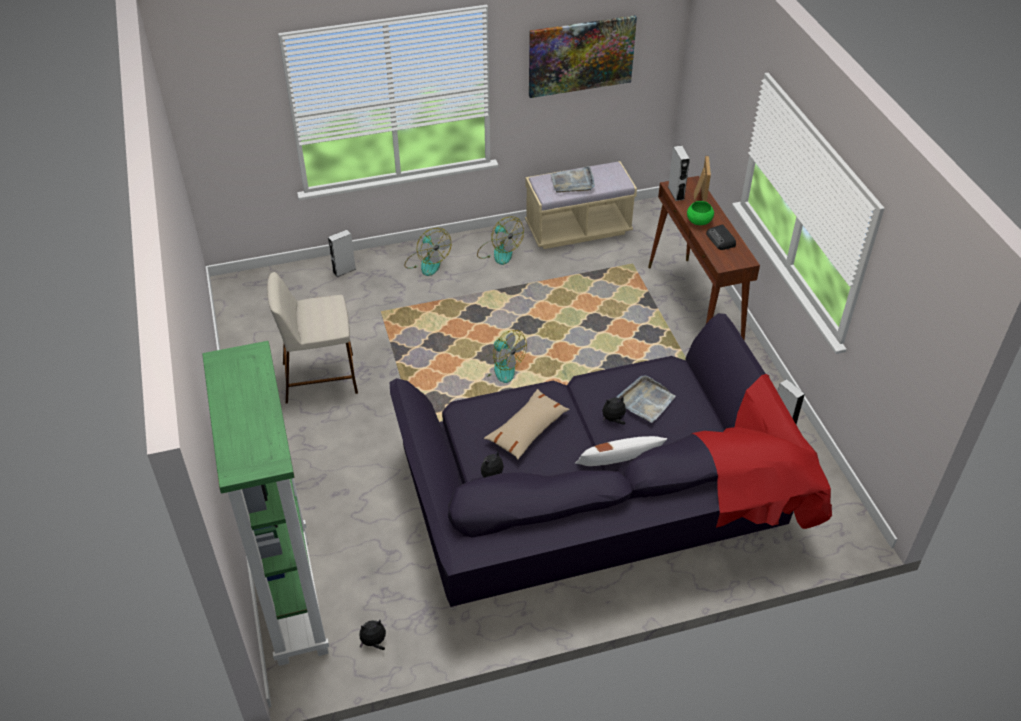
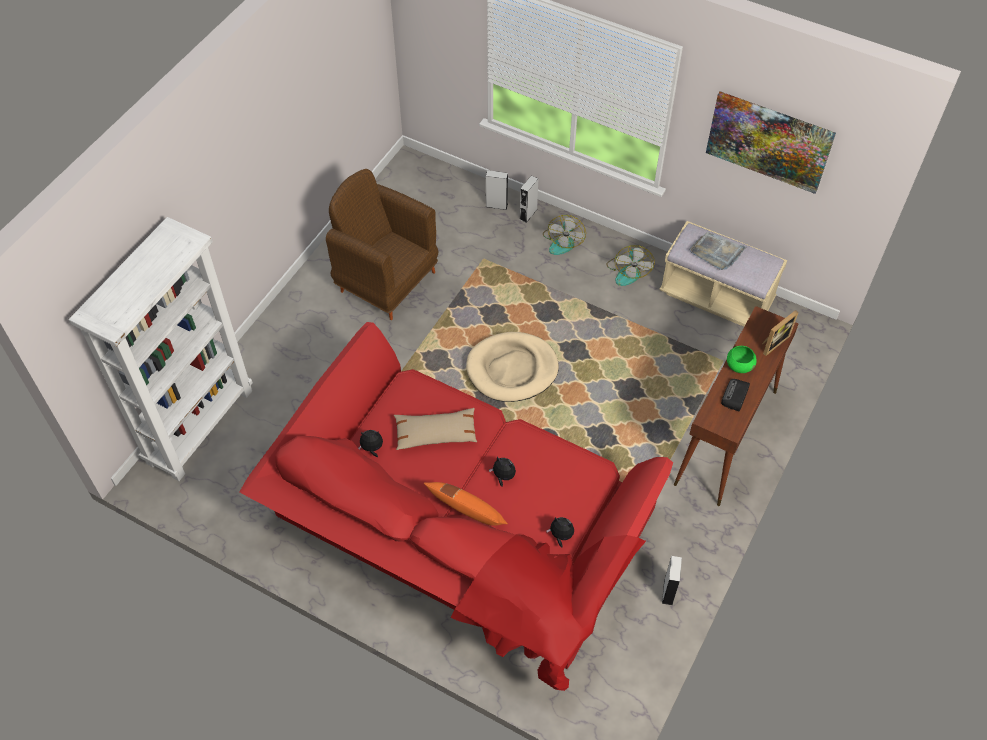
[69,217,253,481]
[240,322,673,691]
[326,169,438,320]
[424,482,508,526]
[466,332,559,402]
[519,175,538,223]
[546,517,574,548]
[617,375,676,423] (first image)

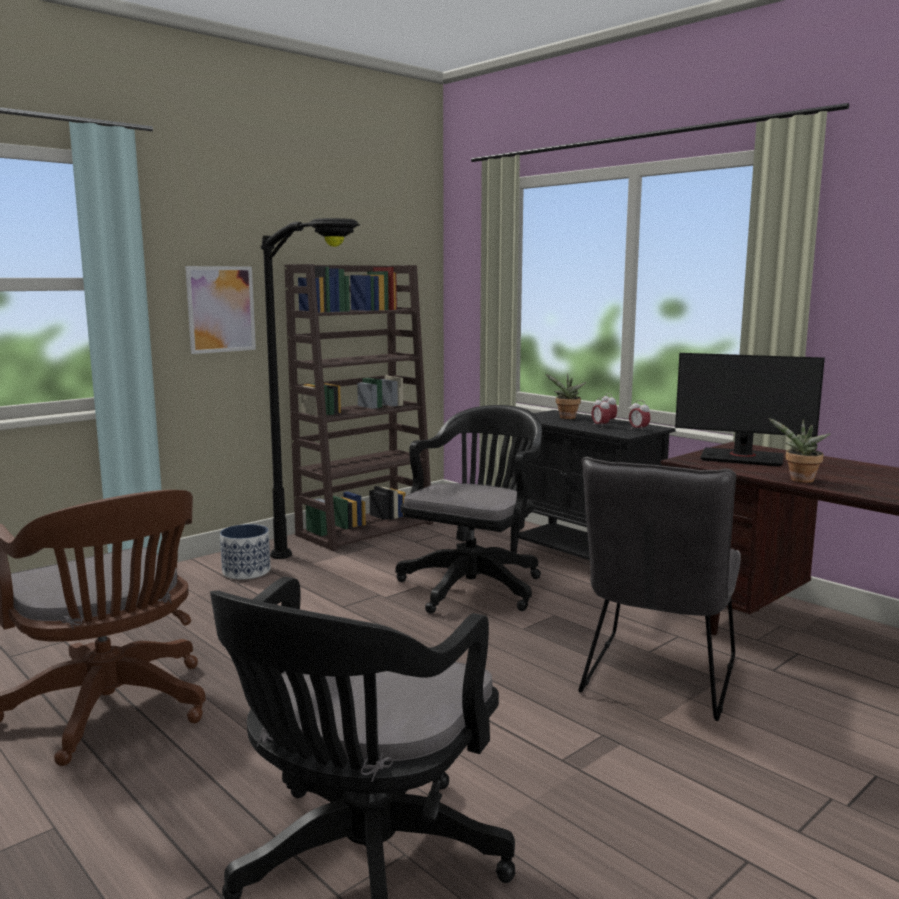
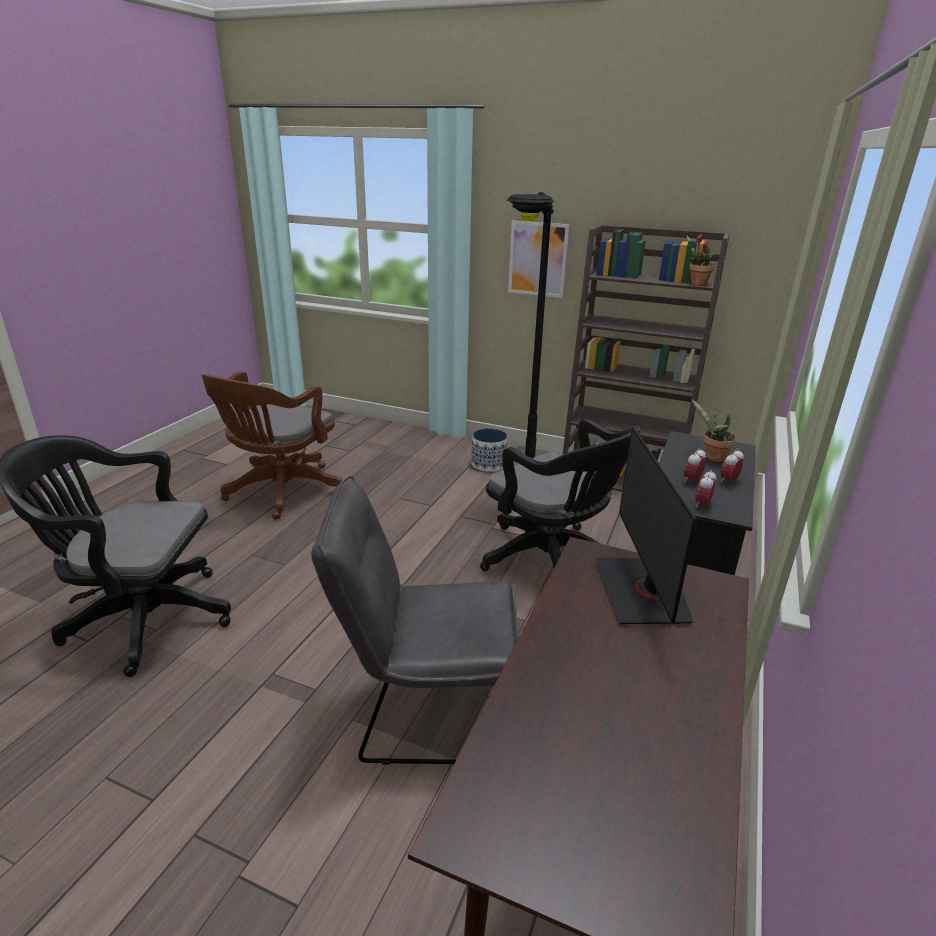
[480,419,641,571]
[686,235,715,286]

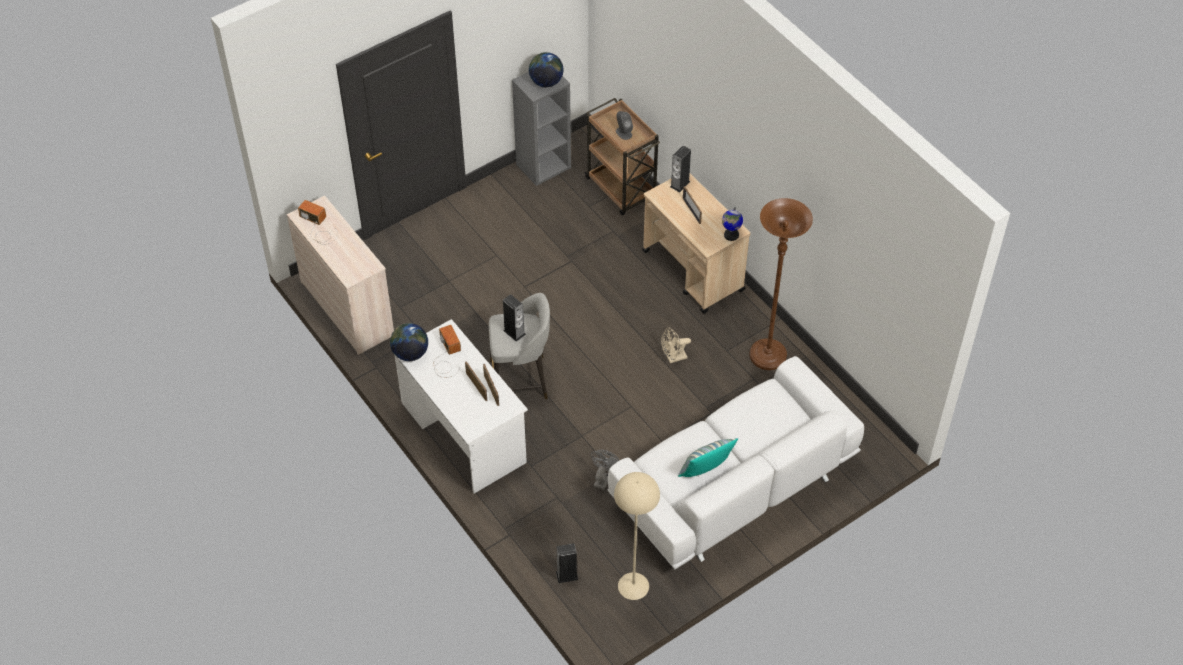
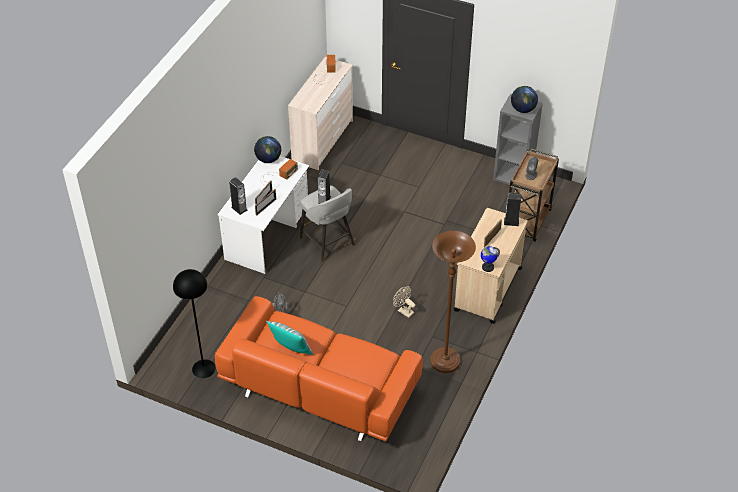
[173,269,216,378]
[215,296,423,441]
[229,177,248,215]

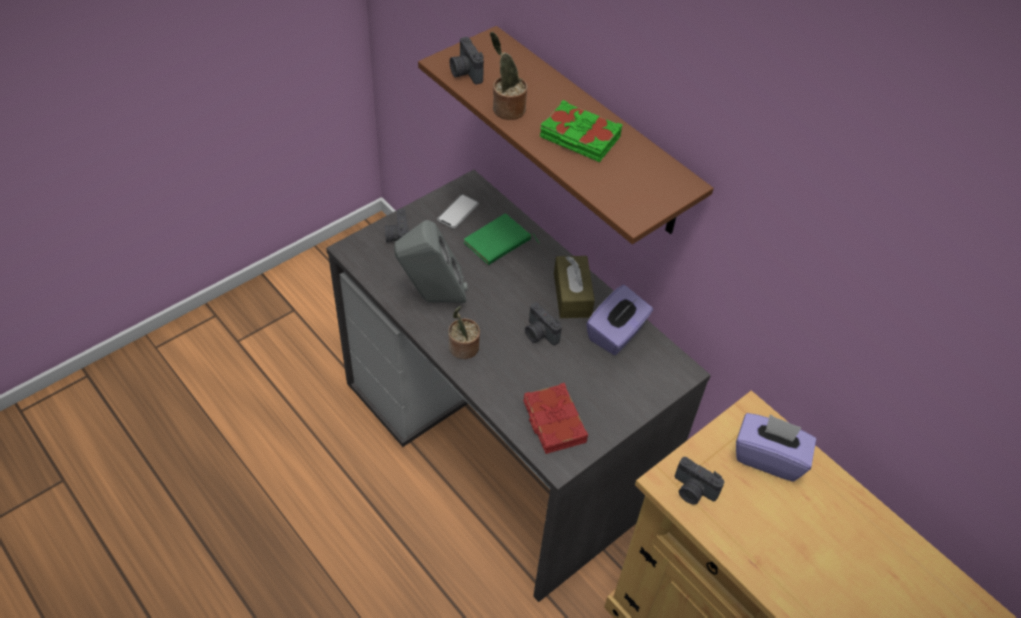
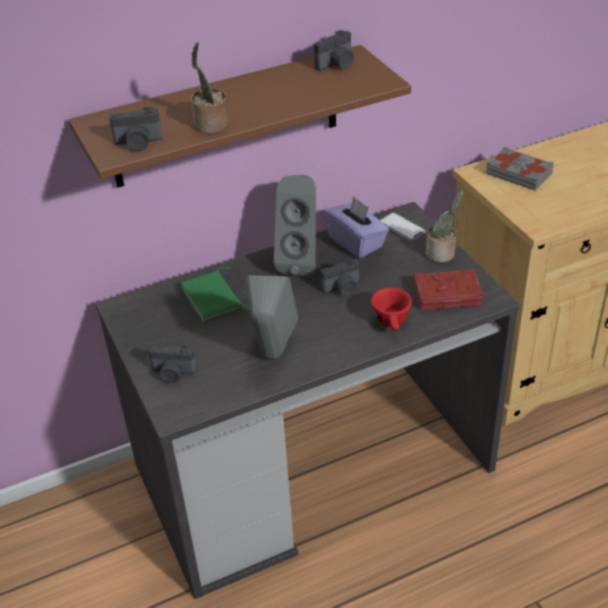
[274,175,316,276]
[314,30,354,71]
[371,288,412,331]
[380,212,426,240]
[426,190,463,262]
[486,146,554,191]
[540,100,622,162] (first image)

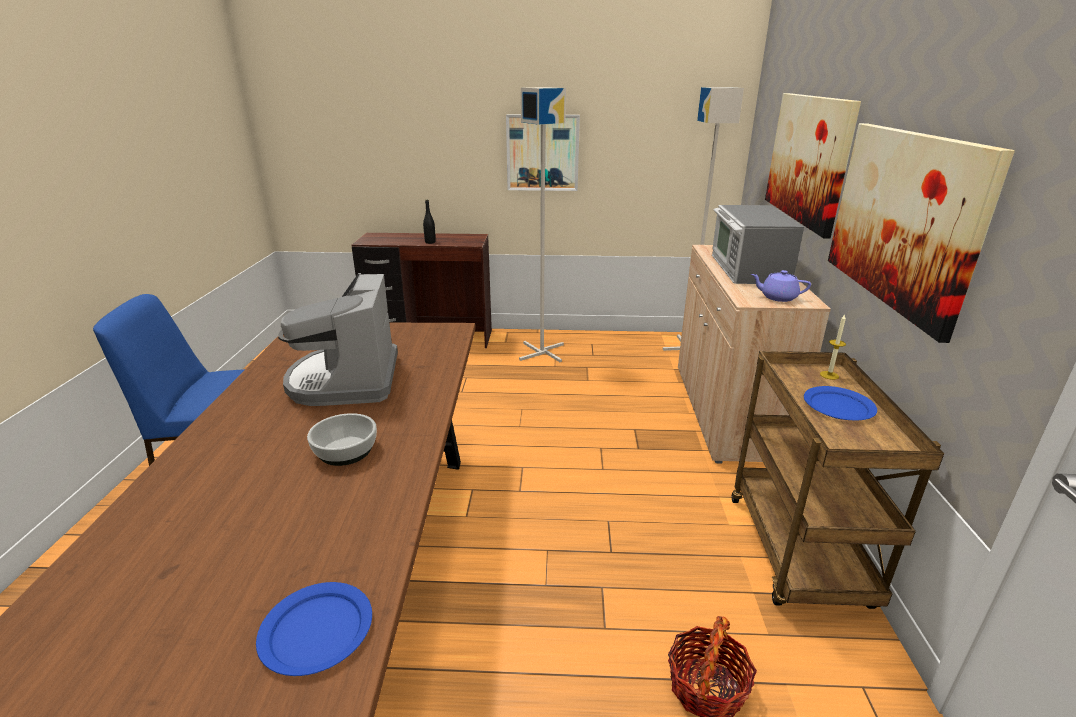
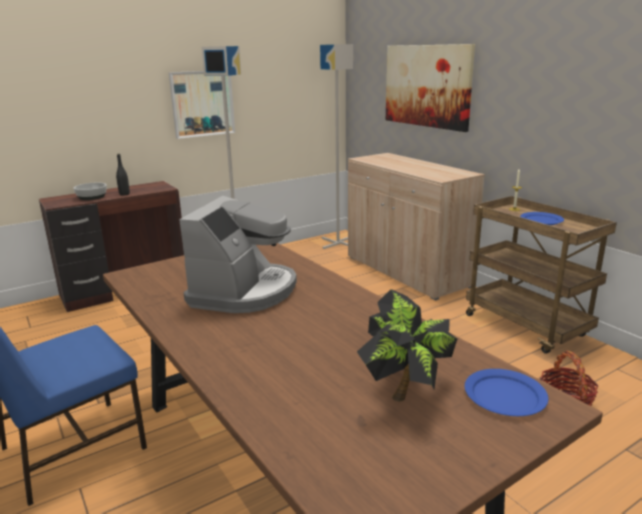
[73,183,107,200]
[179,196,297,313]
[357,289,457,402]
[712,205,804,284] (first image)
[751,270,811,302] (first image)
[828,123,1015,343] (first image)

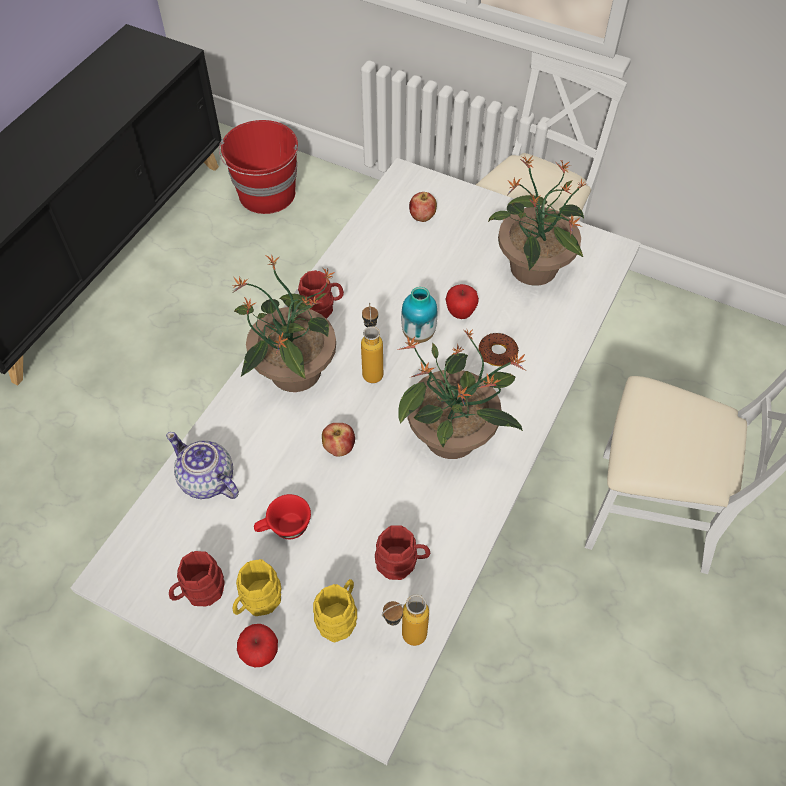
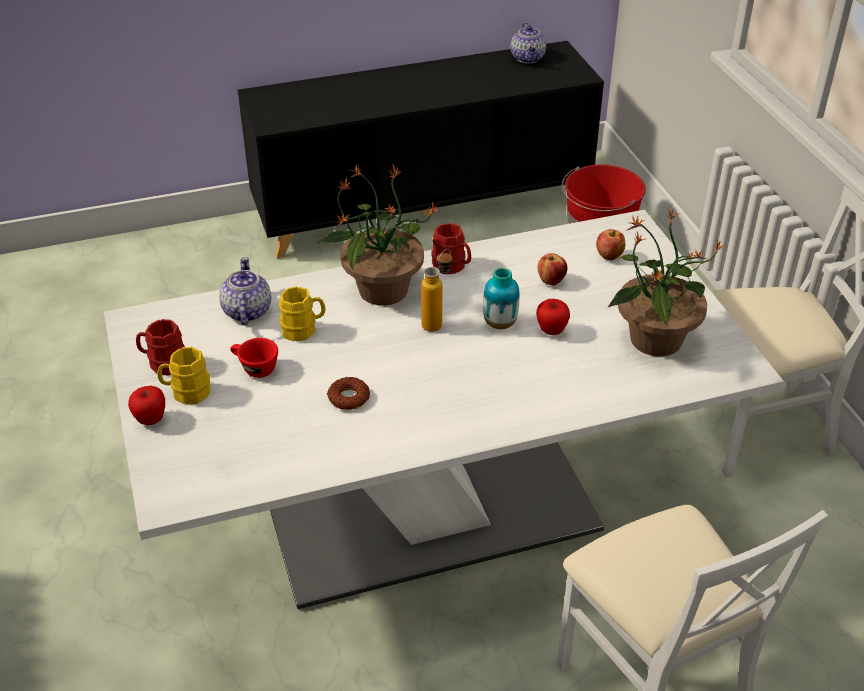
[279,287,326,342]
[327,377,370,410]
[511,22,546,63]
[537,253,567,286]
[375,525,430,580] (first image)
[382,594,429,646] (first image)
[397,329,526,459] (first image)

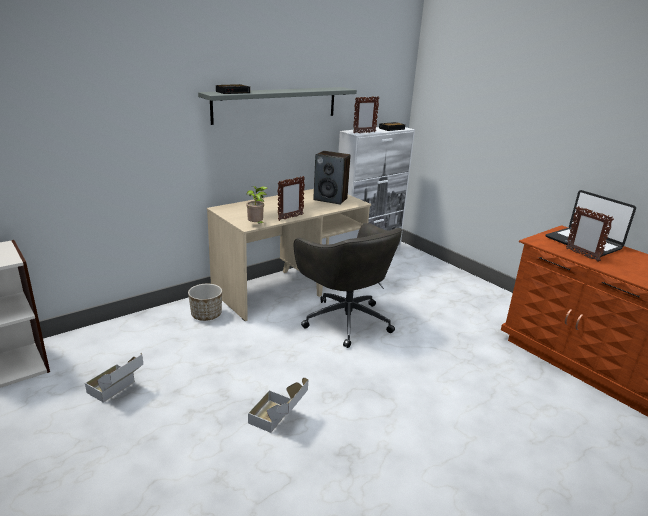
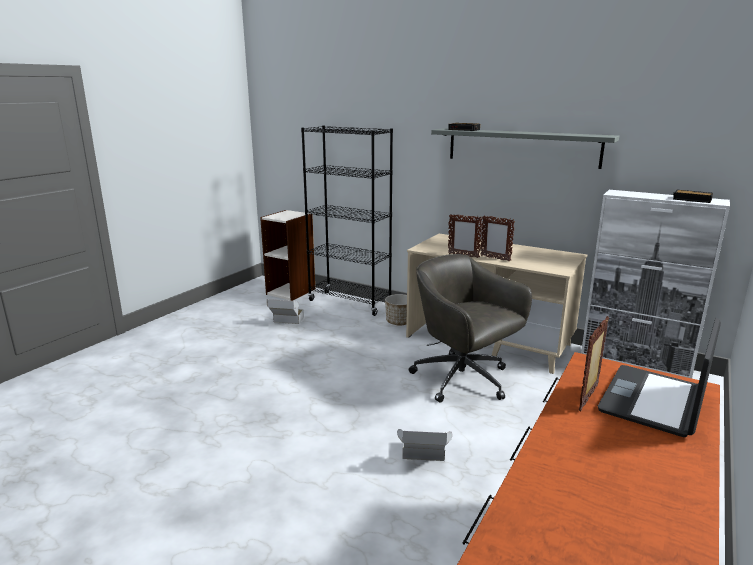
[301,125,393,316]
[397,429,453,461]
[409,254,532,403]
[481,215,515,262]
[246,186,268,223] (first image)
[313,151,351,205] (first image)

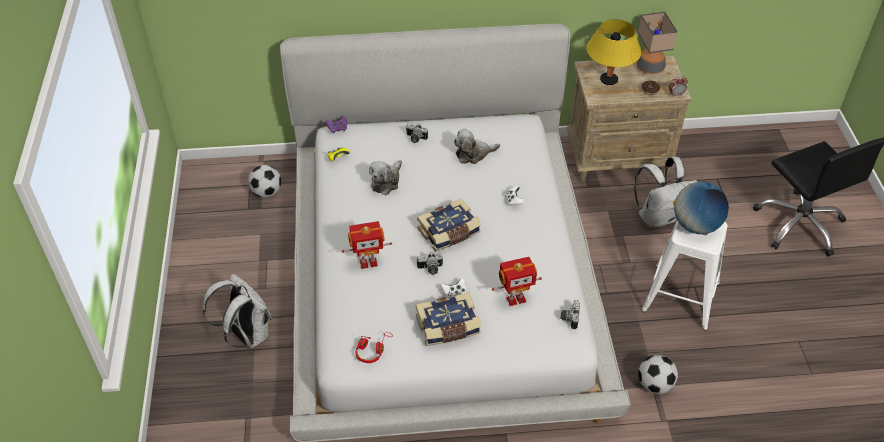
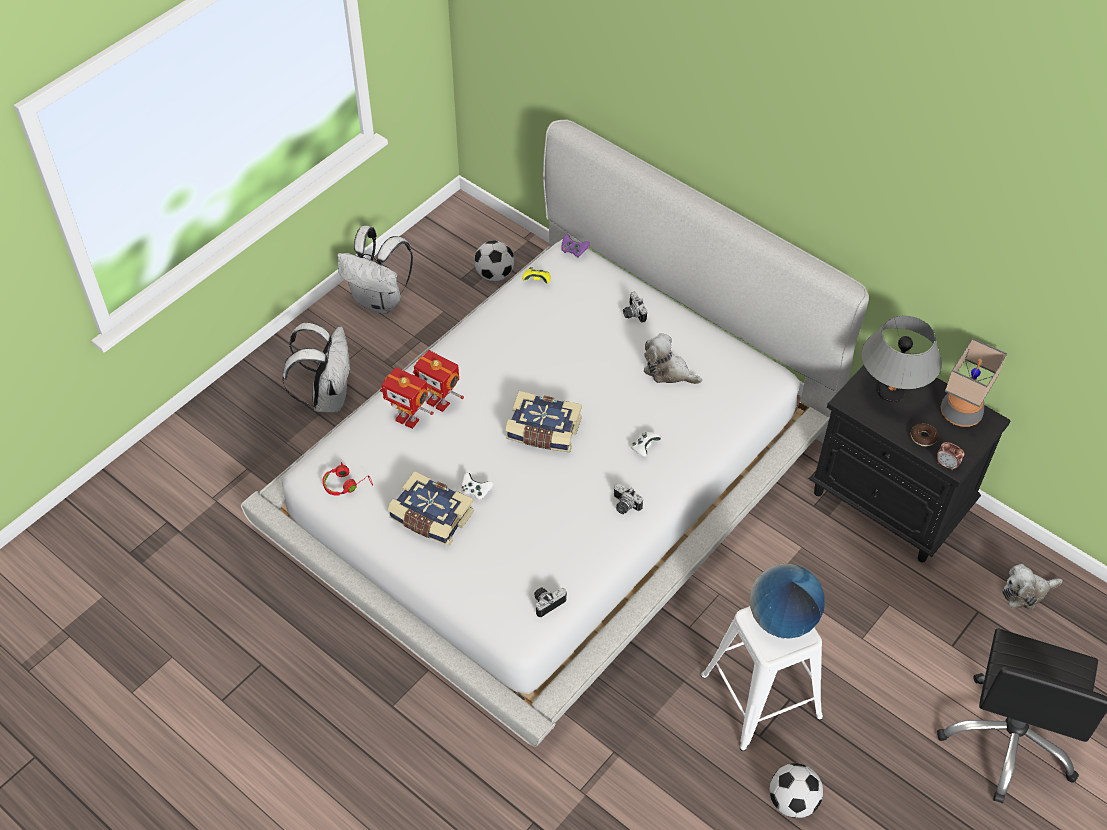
[337,226,413,314]
[380,367,434,429]
[614,483,643,514]
[770,763,823,818]
[809,365,1011,563]
[862,316,942,402]
[1002,564,1063,610]

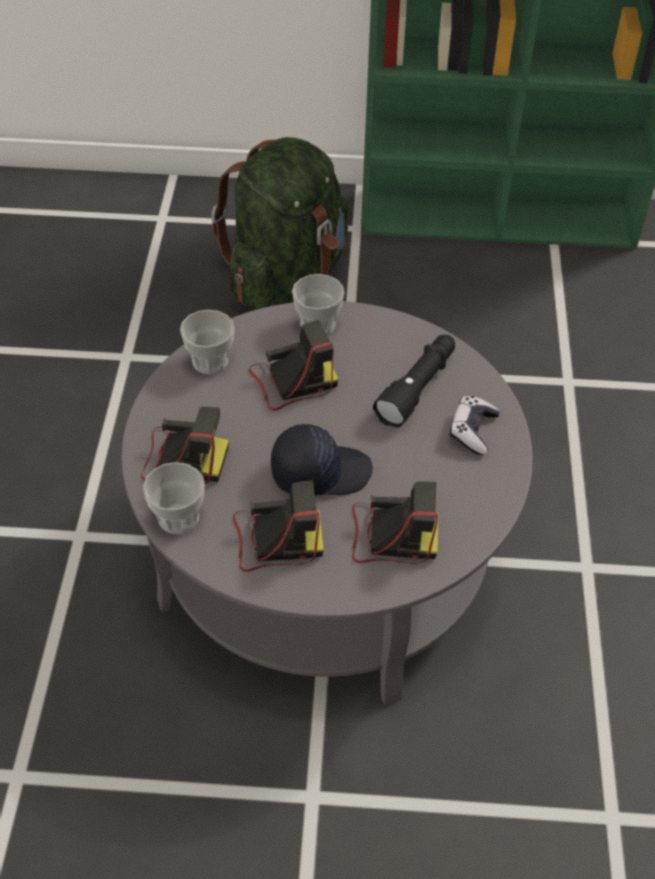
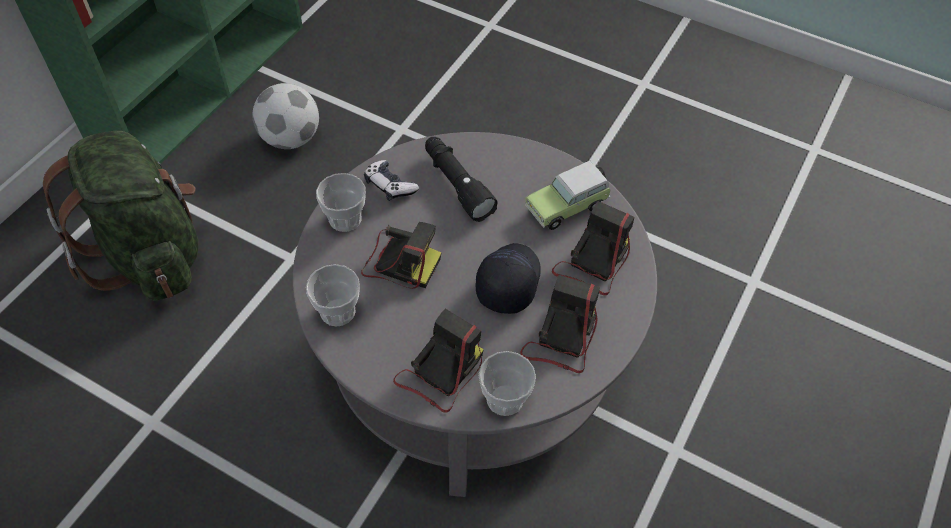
[252,83,319,149]
[361,222,441,289]
[364,160,419,201]
[525,161,611,230]

